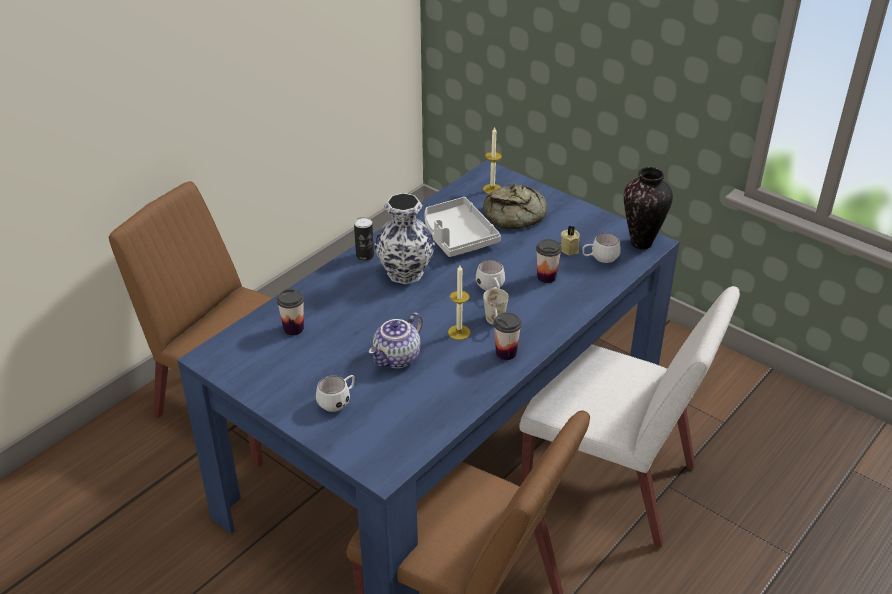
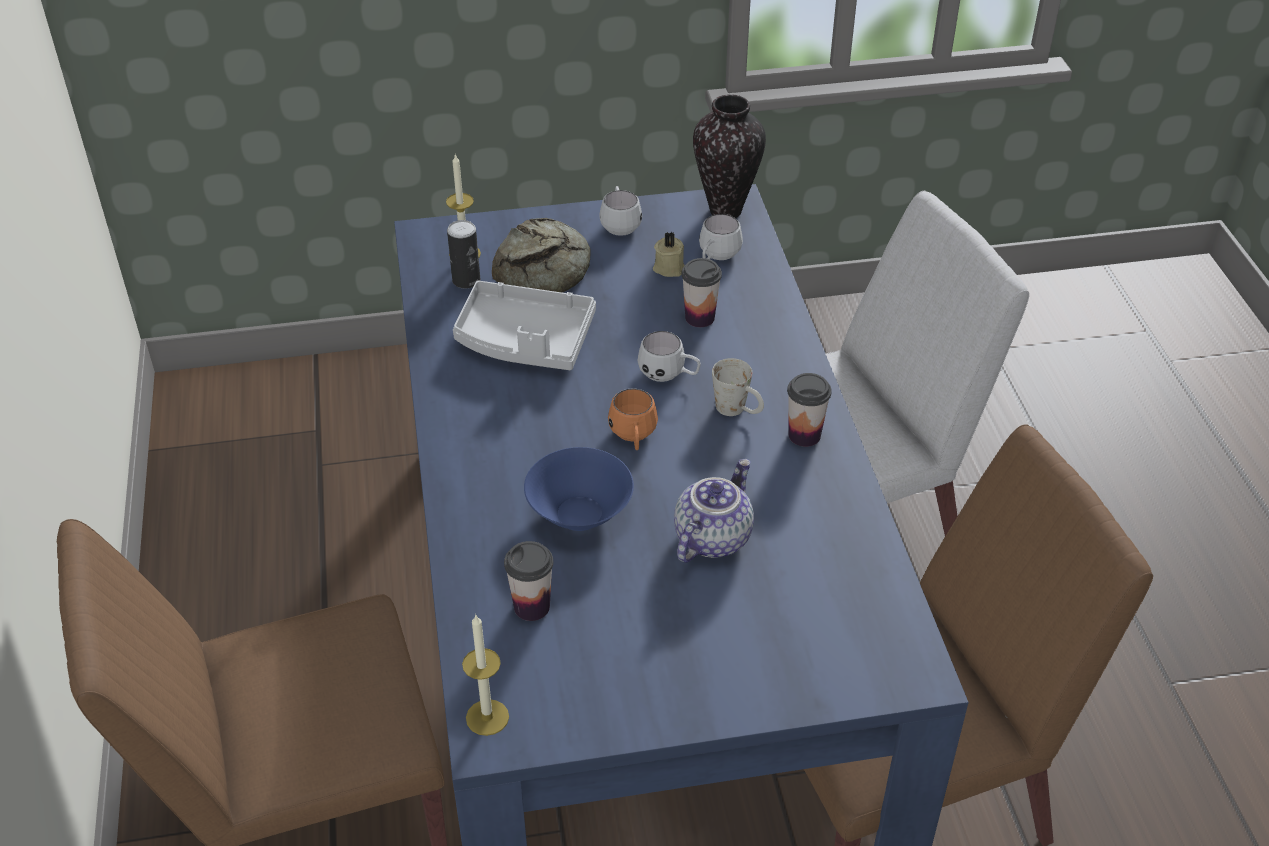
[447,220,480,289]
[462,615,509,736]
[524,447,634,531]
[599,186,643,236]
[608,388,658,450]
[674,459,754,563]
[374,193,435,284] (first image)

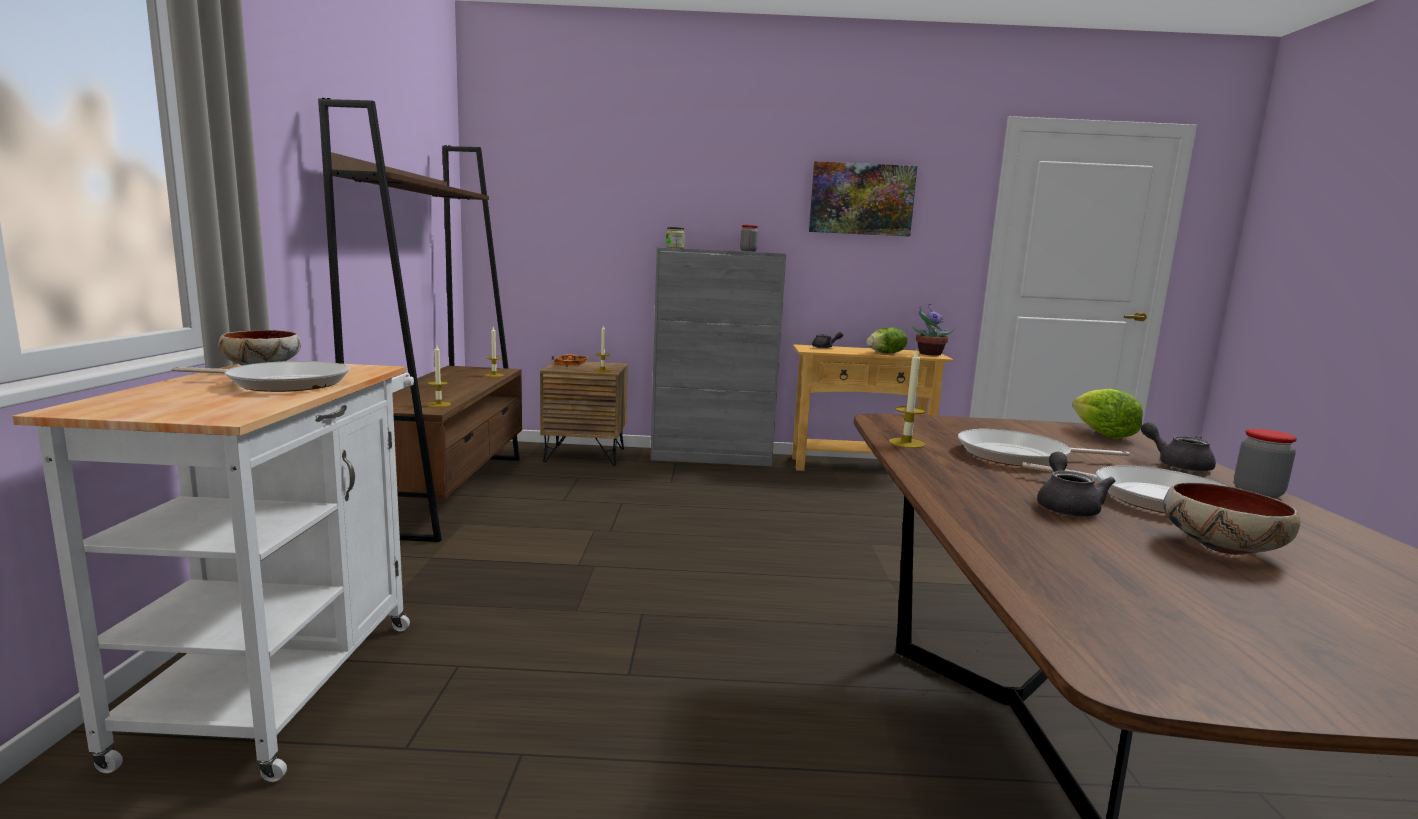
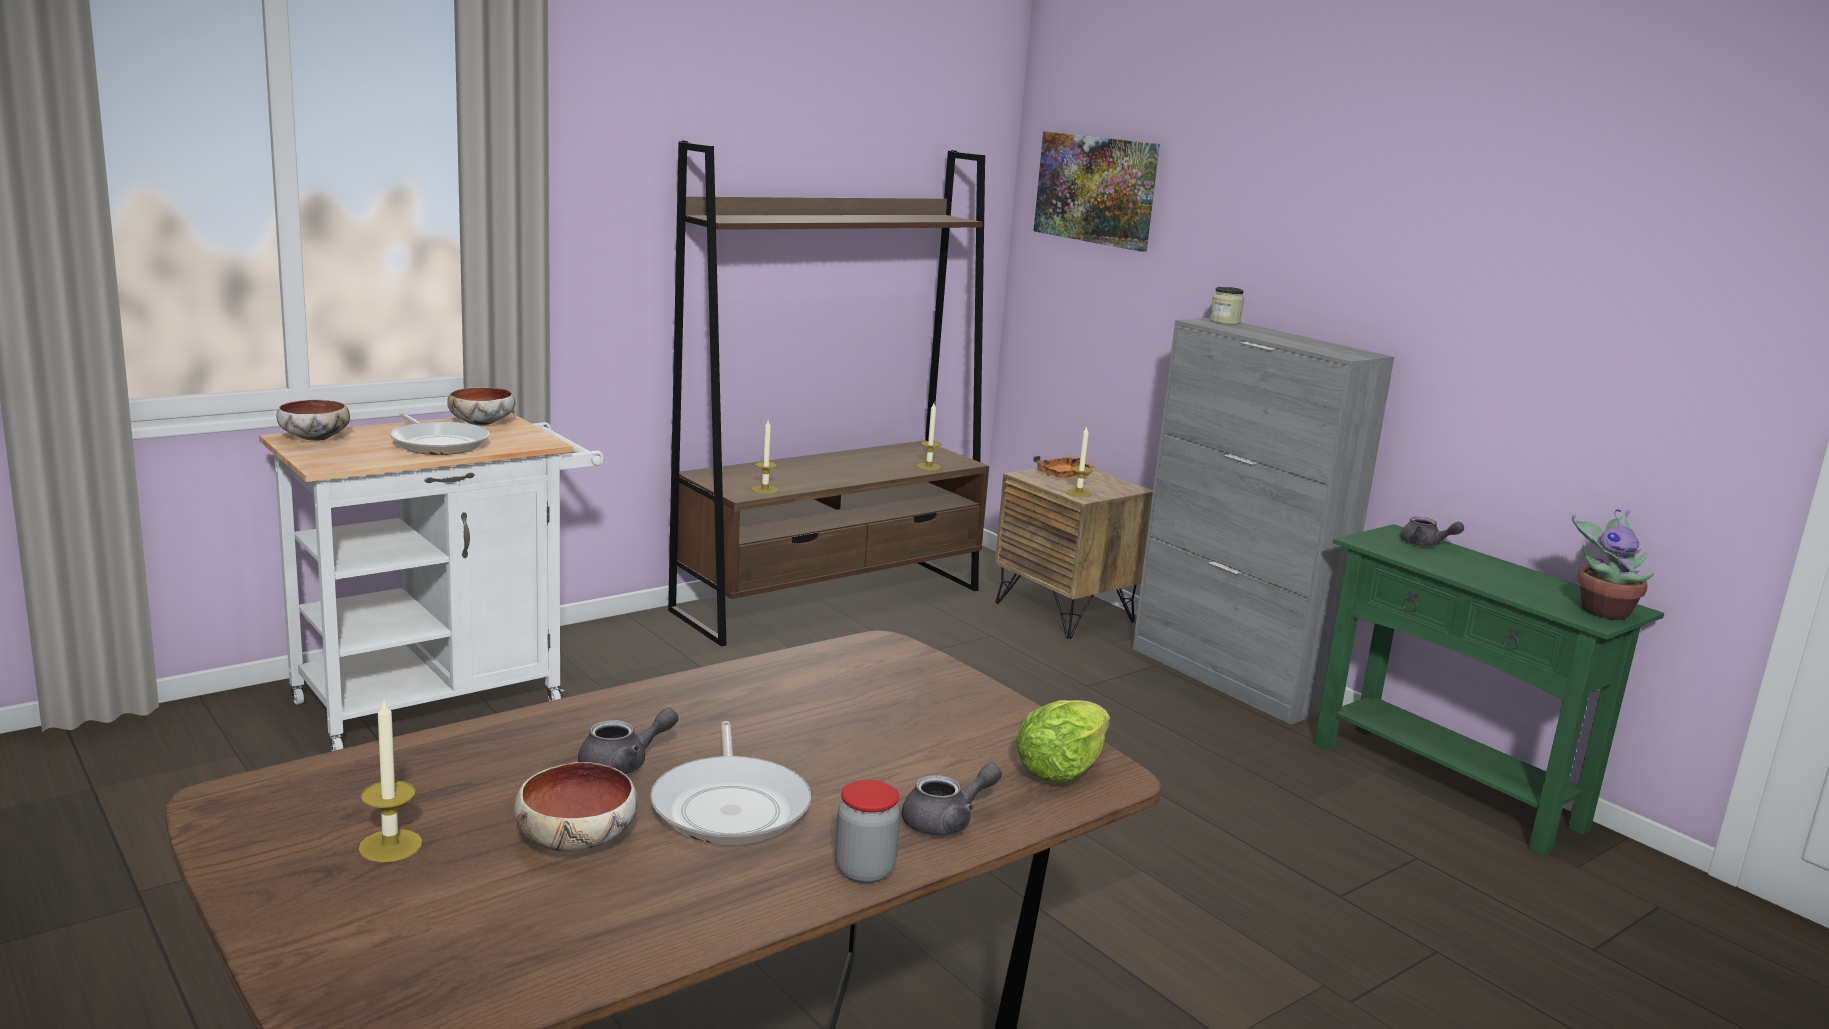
[277,400,350,441]
[358,698,422,862]
[902,762,1002,835]
[1034,131,1160,252]
[1314,524,1664,856]
[740,225,758,252] (first image)
[867,327,907,353] (first image)
[958,429,1130,466] (first image)

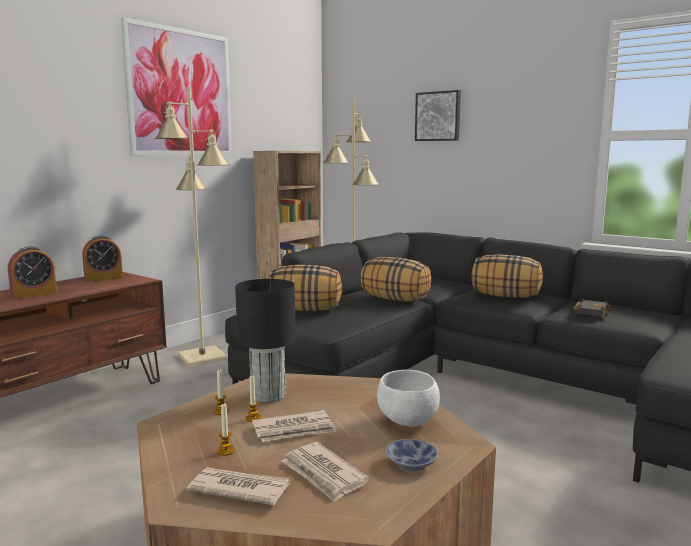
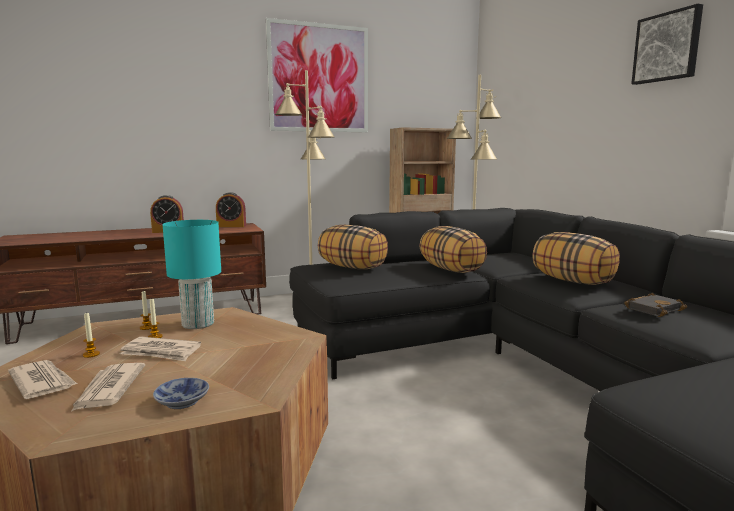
[162,220,221,329]
[631,4,703,85]
[377,370,440,427] (first image)

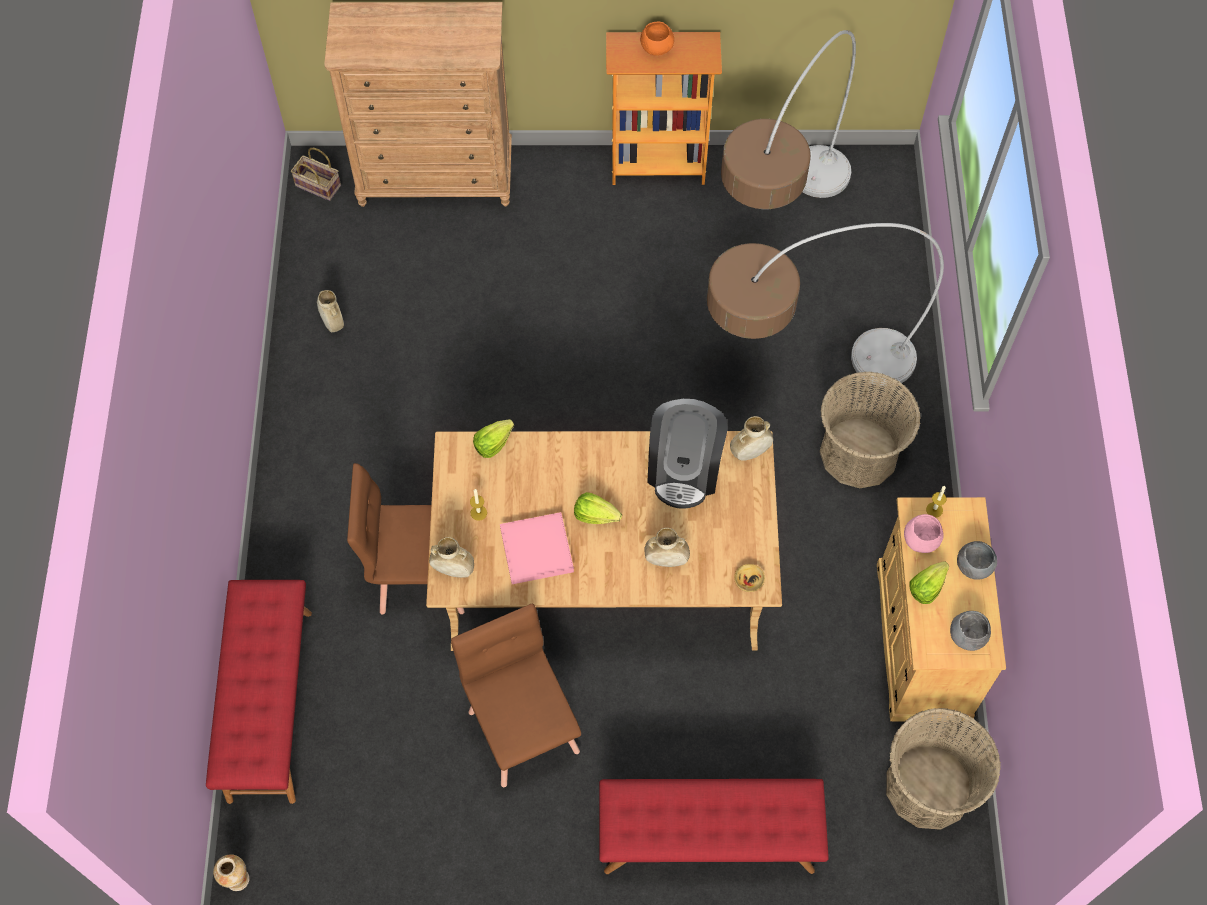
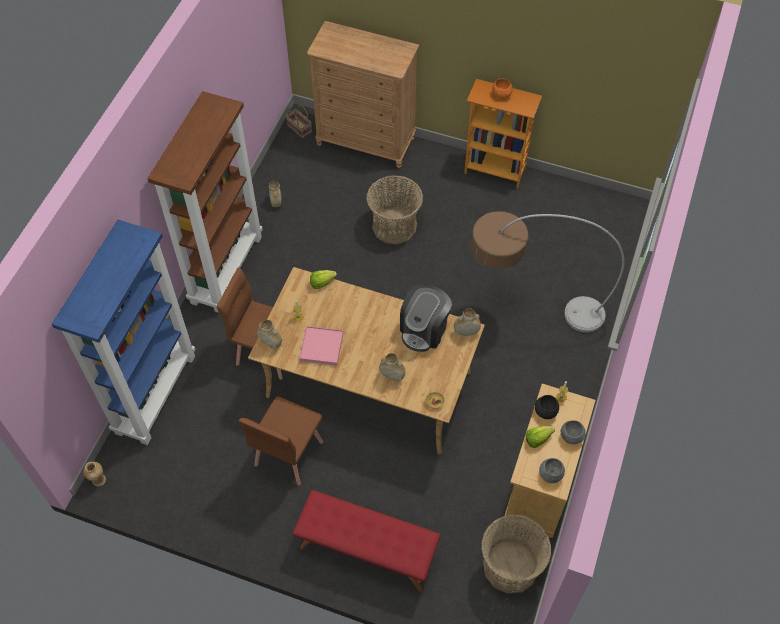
[52,220,195,445]
[147,91,263,313]
[239,396,323,485]
[366,175,423,245]
[535,395,559,419]
[574,492,622,524] (first image)
[721,30,856,209] (first image)

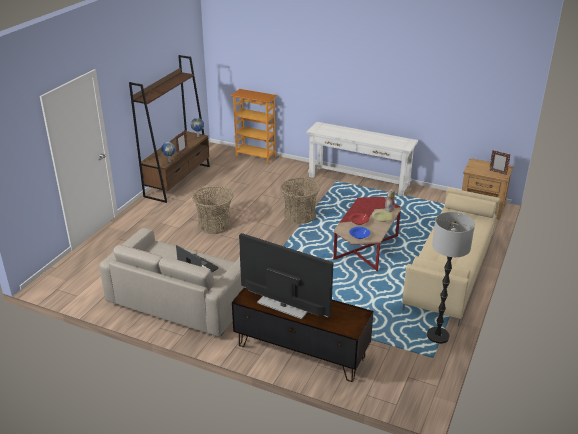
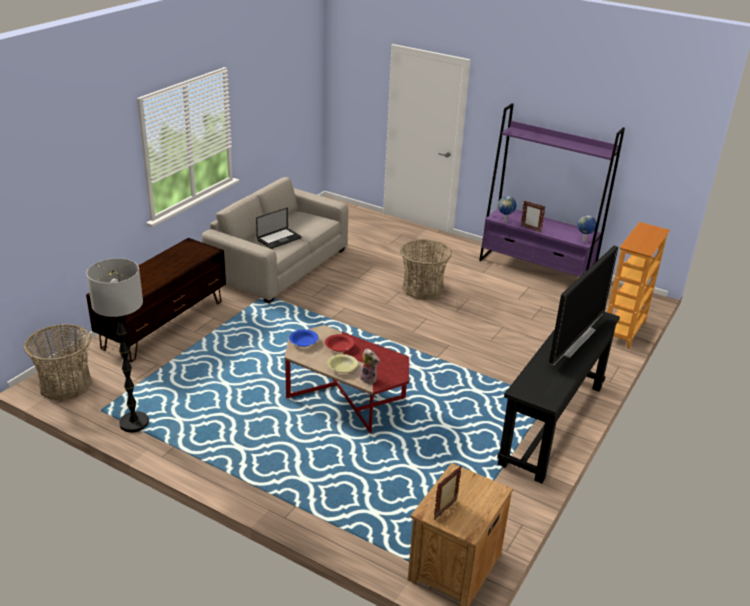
[24,324,92,400]
[479,103,625,277]
[497,312,620,483]
[549,246,619,365]
[402,188,500,326] (first image)

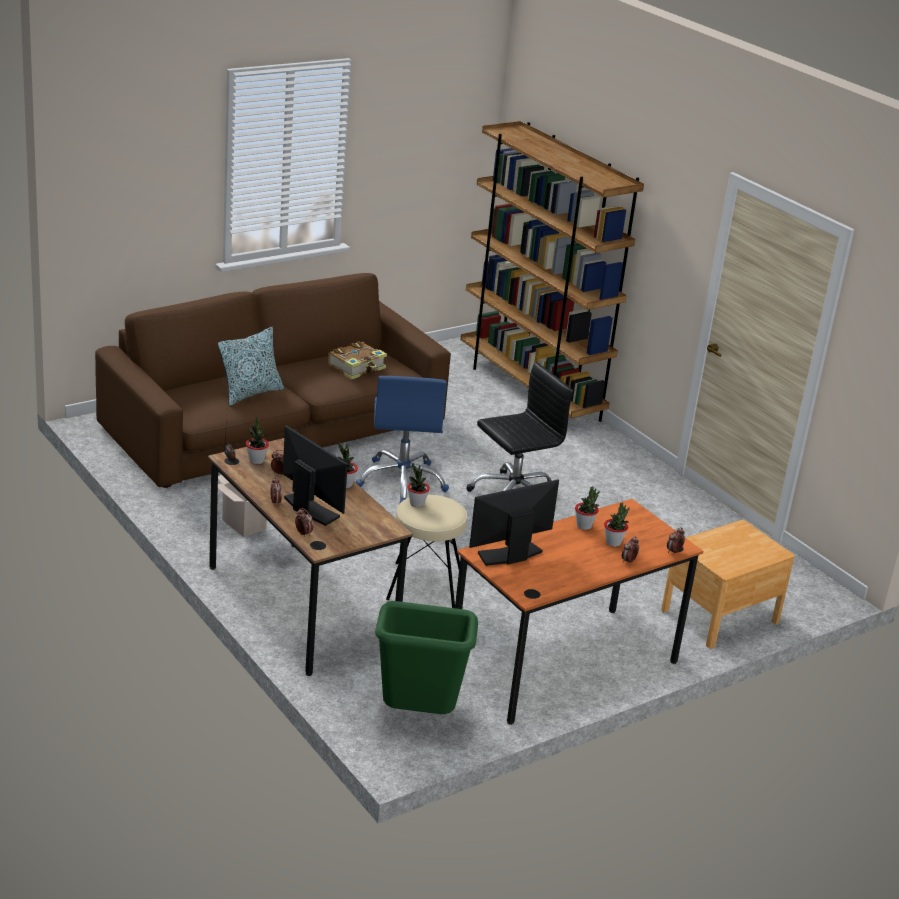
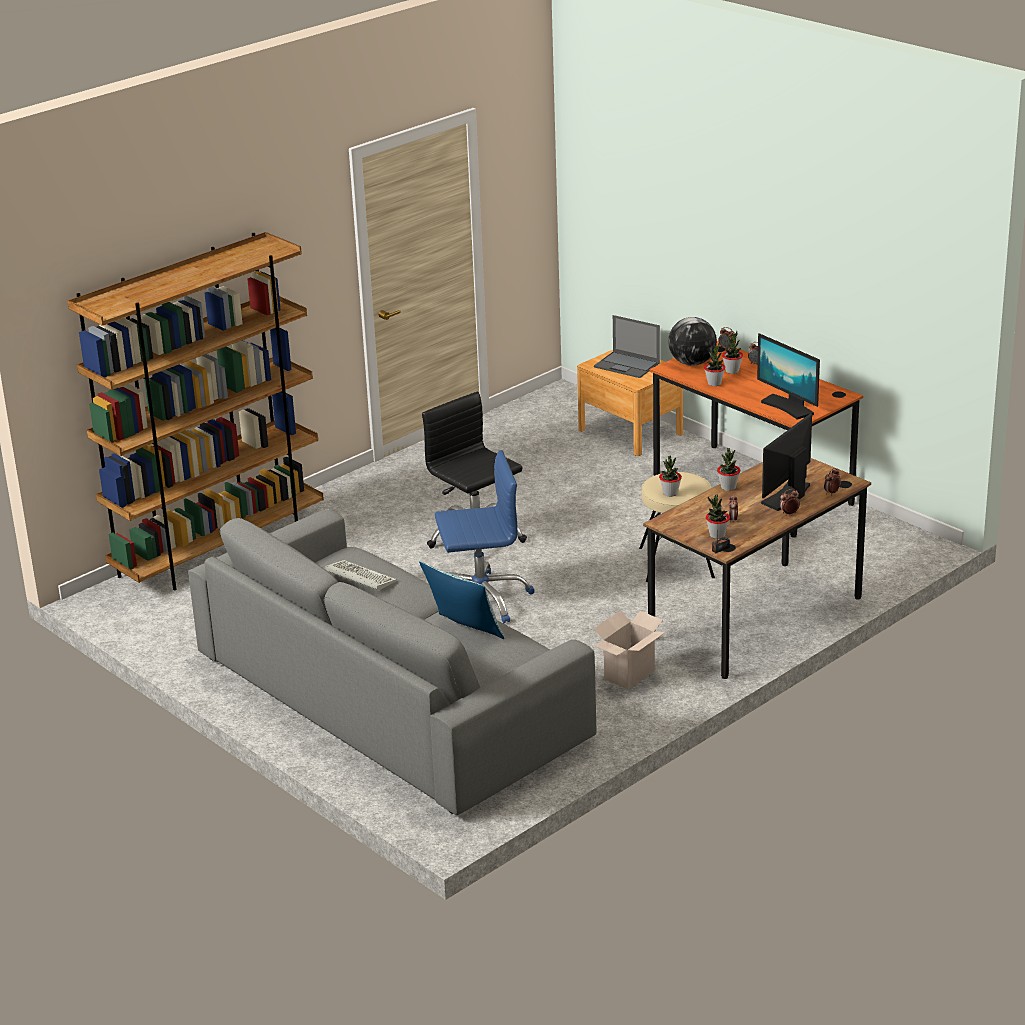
[188,509,596,815]
[324,560,397,591]
[594,315,660,378]
[668,317,717,366]
[375,601,478,714] (first image)

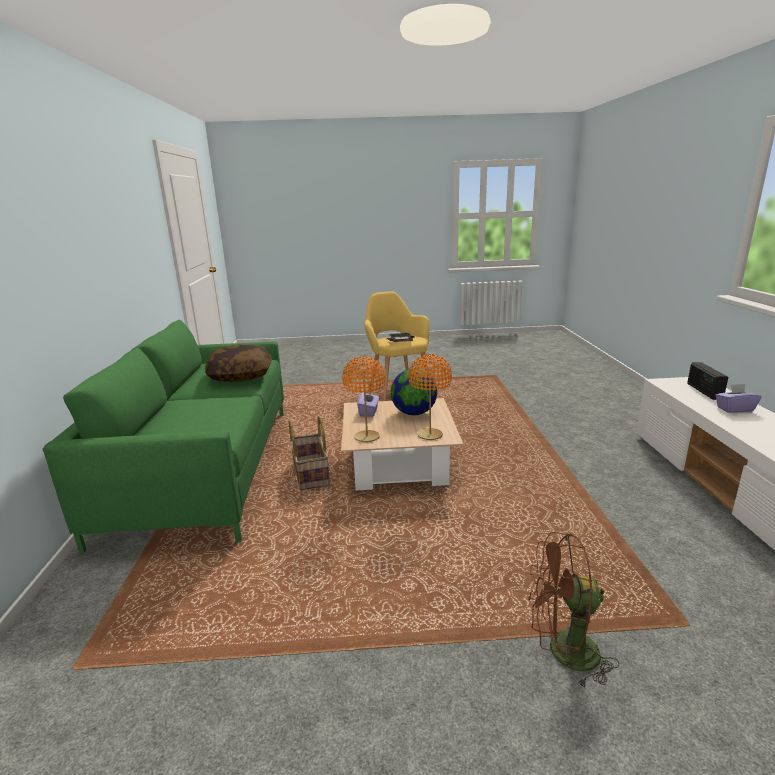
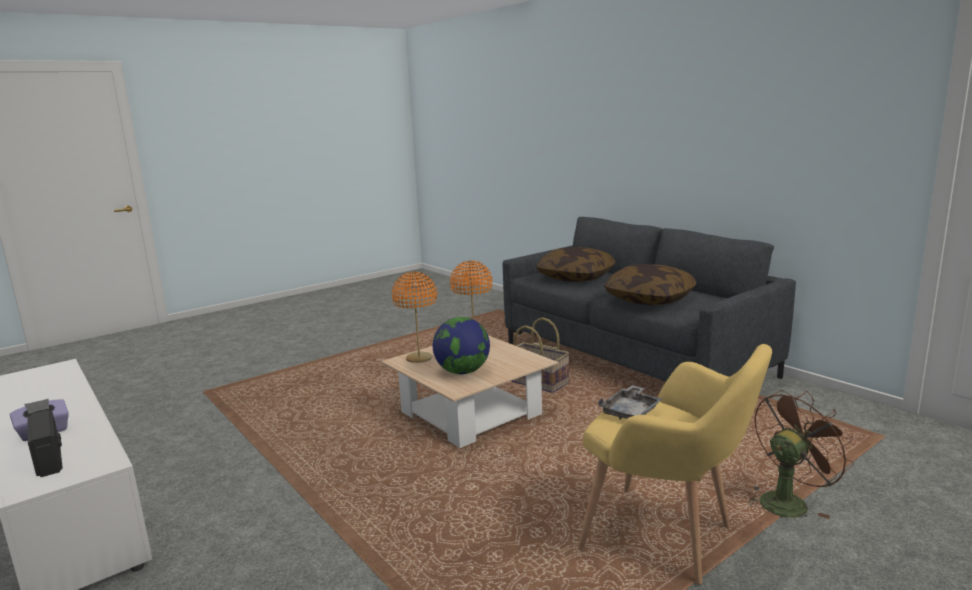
[503,217,796,381]
[536,247,616,282]
[748,390,854,519]
[357,391,379,416] (first image)

